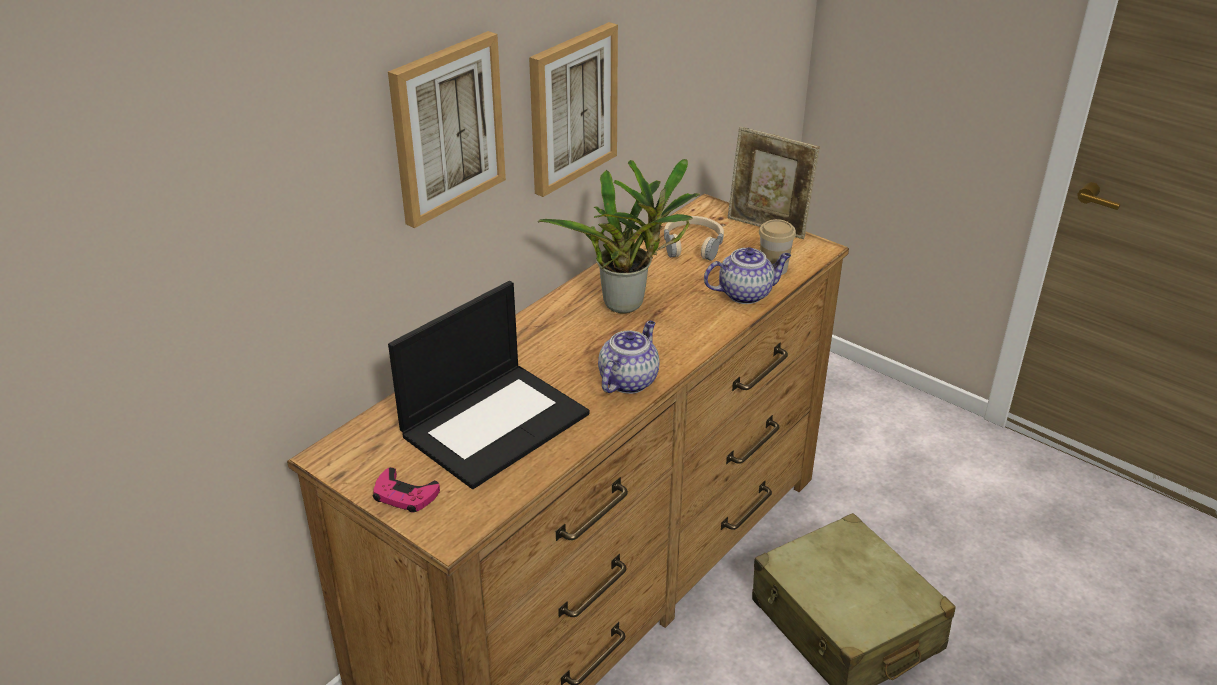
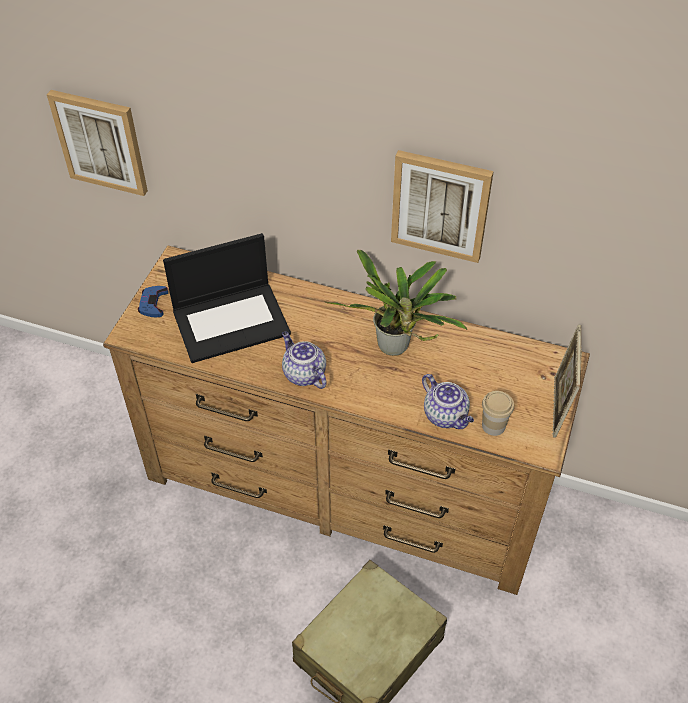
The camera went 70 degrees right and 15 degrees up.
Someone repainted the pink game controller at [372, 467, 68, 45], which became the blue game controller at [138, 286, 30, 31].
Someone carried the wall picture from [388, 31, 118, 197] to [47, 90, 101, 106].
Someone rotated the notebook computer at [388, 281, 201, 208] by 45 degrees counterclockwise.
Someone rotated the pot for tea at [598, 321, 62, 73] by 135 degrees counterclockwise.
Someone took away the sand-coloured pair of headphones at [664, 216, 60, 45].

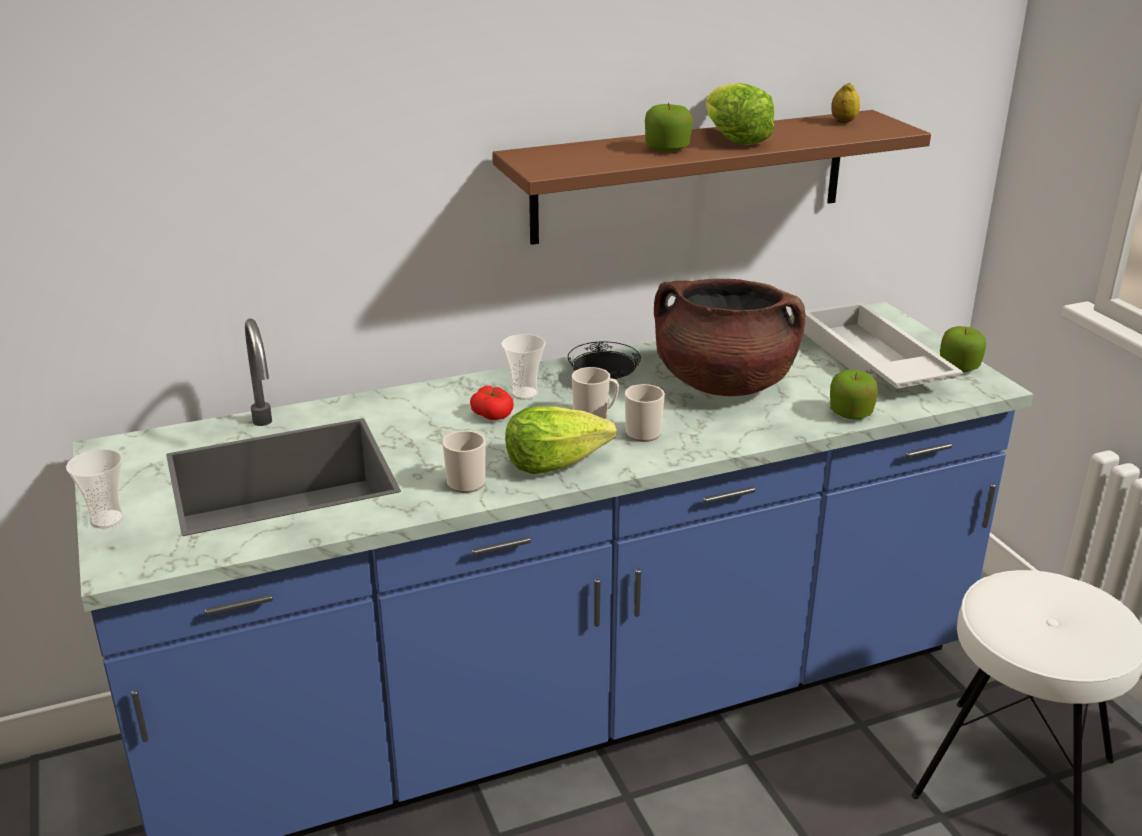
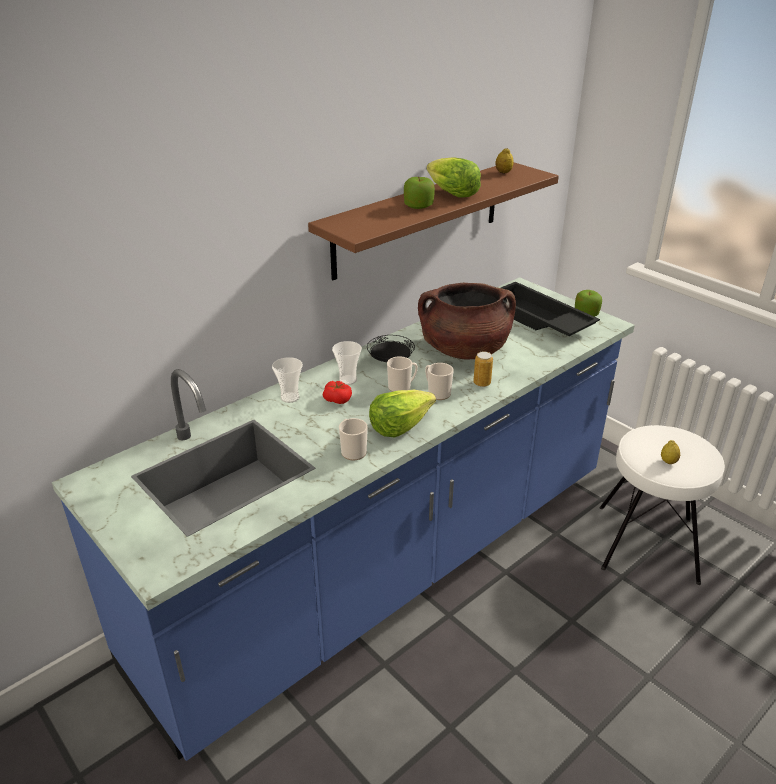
The camera went 20 degrees left and 5 degrees up.
Someone carried the cup from [66, 449, 58, 79] to [272, 357, 31, 46].
Someone repainted the white-coloured carrying tray at [804, 302, 159, 87], which became the black-coloured carrying tray at [501, 282, 99, 54].
Someone took away the whole apple at [830, 369, 48, 51].
Someone put down the can at [473, 351, 20, 36].
Someone put down the lemon at [661, 440, 19, 24].

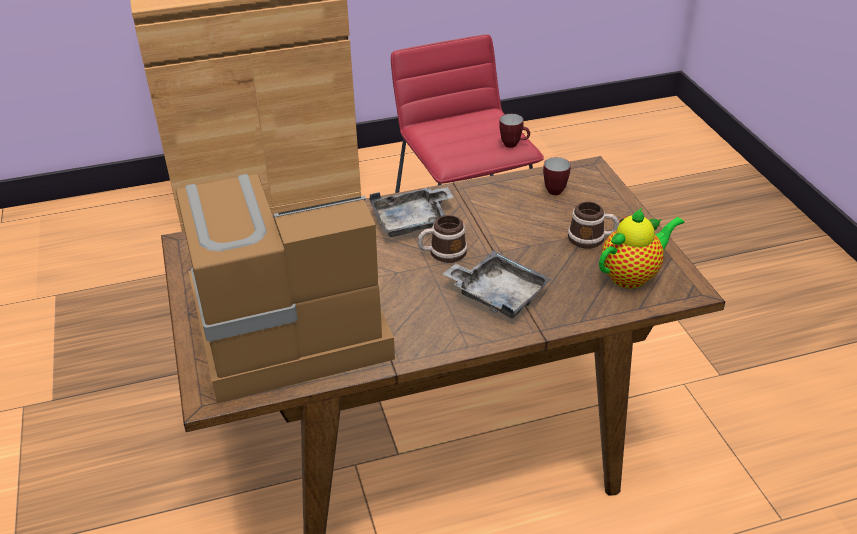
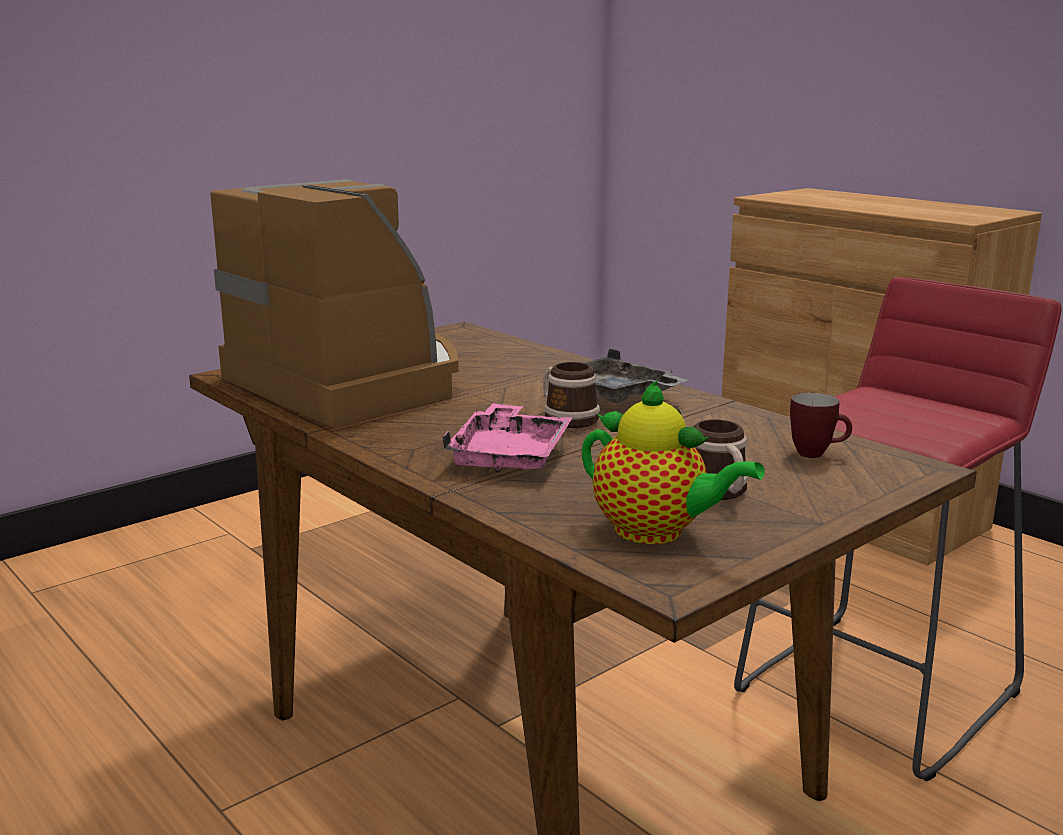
The camera went 65 degrees right and 20 degrees down.
Someone repainted the grey carrying tray at [443, 251, 108, 67], which became the pink carrying tray at [442, 403, 130, 70].
Someone took away the coffee mug at [499, 114, 31, 34].

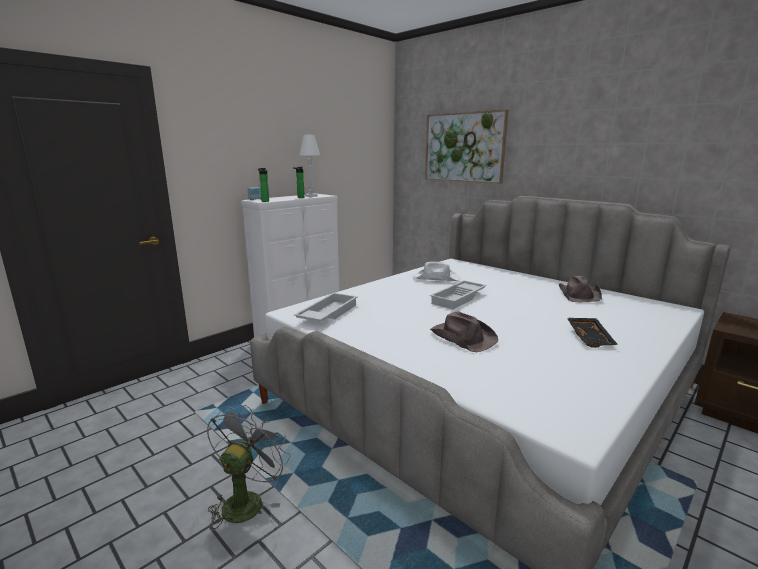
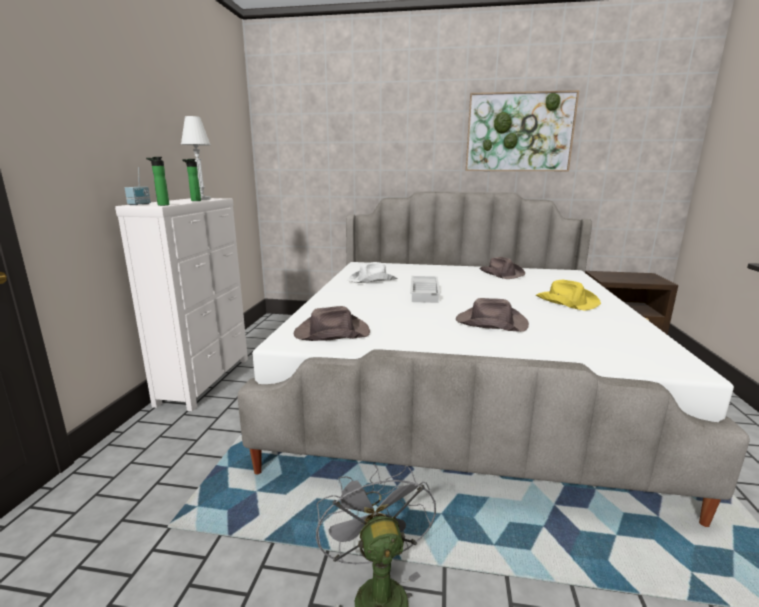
The camera went 35 degrees left and 0 degrees up.
Someone swapped the white-coloured carrying tray at [294, 293, 64, 29] for the brown wearable hat at [294, 306, 76, 35].
Someone carried the wall picture from [425, 110, 84, 74] to [466, 90, 113, 81].
Someone swapped the black-coloured carrying tray at [567, 318, 51, 30] for the yellow wearable hat at [536, 280, 65, 31].

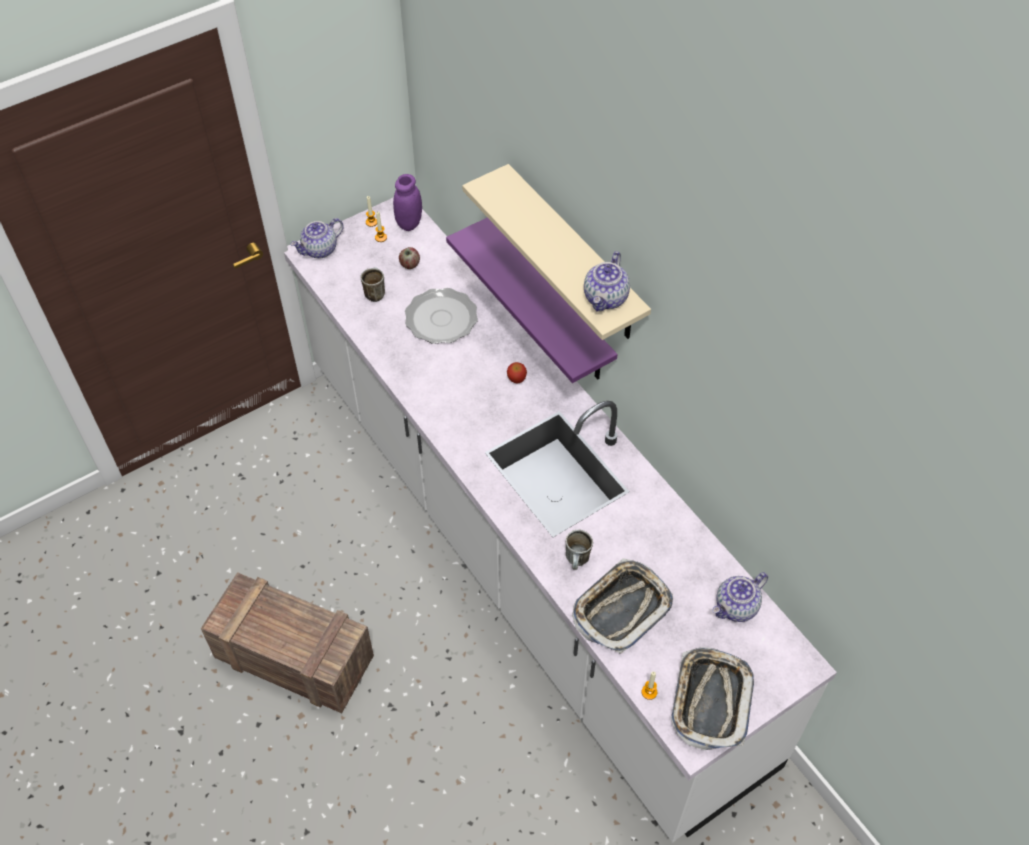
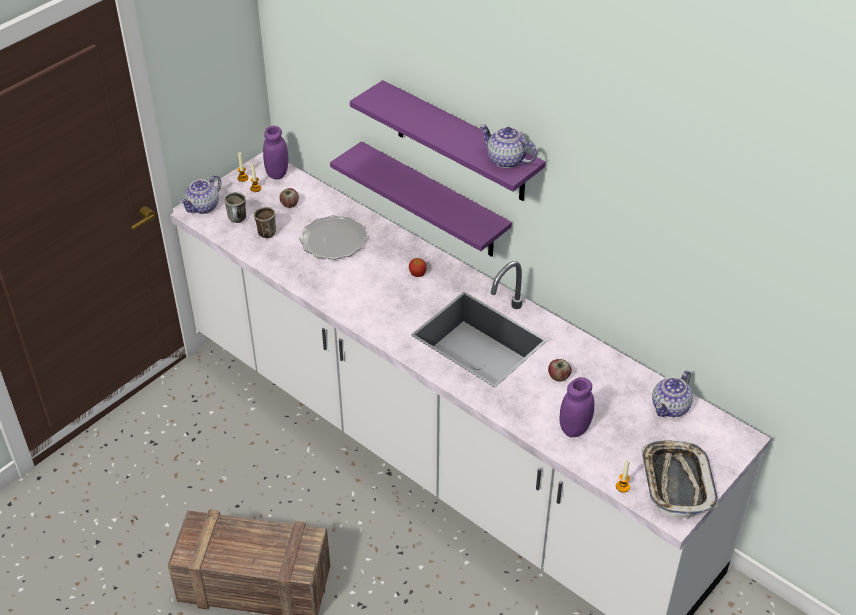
The camera went 15 degrees left and 10 degrees down.
Someone repainted the sand-coloured shelf at [462, 164, 189, 176], which became the purplish shelf at [350, 80, 196, 121].
Someone carried the coffee mug from [566, 530, 27, 40] to [224, 192, 22, 31].
Someone swapped the carrying tray at [572, 558, 101, 96] for the purplish preserve jar at [559, 377, 35, 60].
Someone rotated the pot for tea at [584, 251, 46, 60] by 120 degrees clockwise.
Someone put down the whole apple at [548, 359, 24, 22].

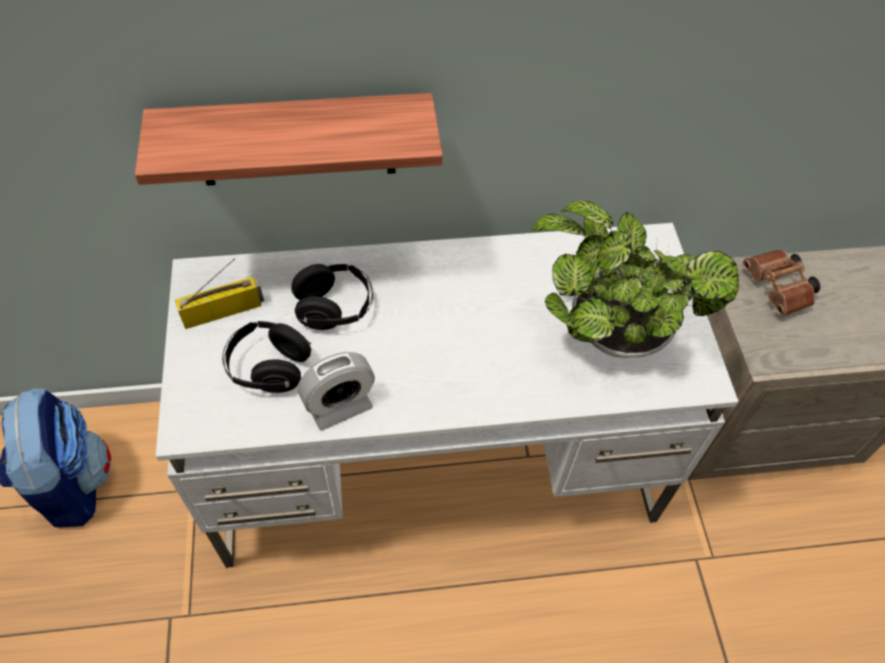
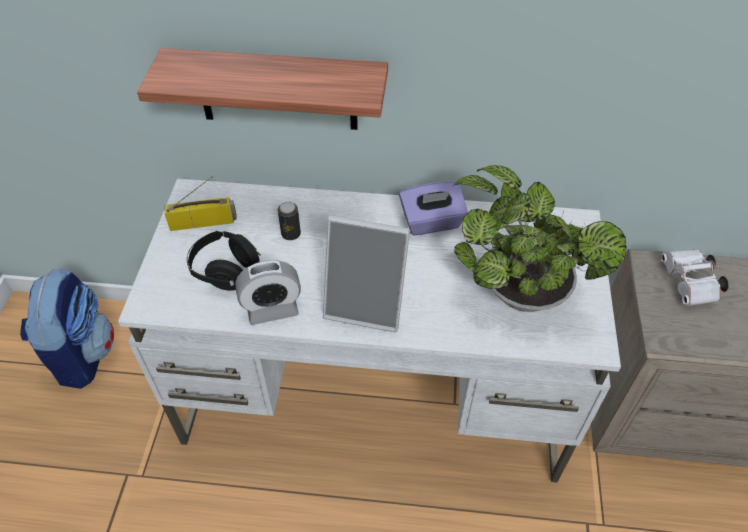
The camera went 15 degrees right and 5 degrees down.
Someone swapped the black-coloured pair of headphones at [291, 264, 82, 66] for the can at [278, 202, 23, 38].
Someone repainted the brown pair of binoculars at [742, 250, 78, 66], which became the white-coloured pair of binoculars at [660, 249, 69, 57].
Someone put down the picture frame at [323, 215, 87, 118].
Someone put down the purplish tissue box at [399, 182, 69, 53].

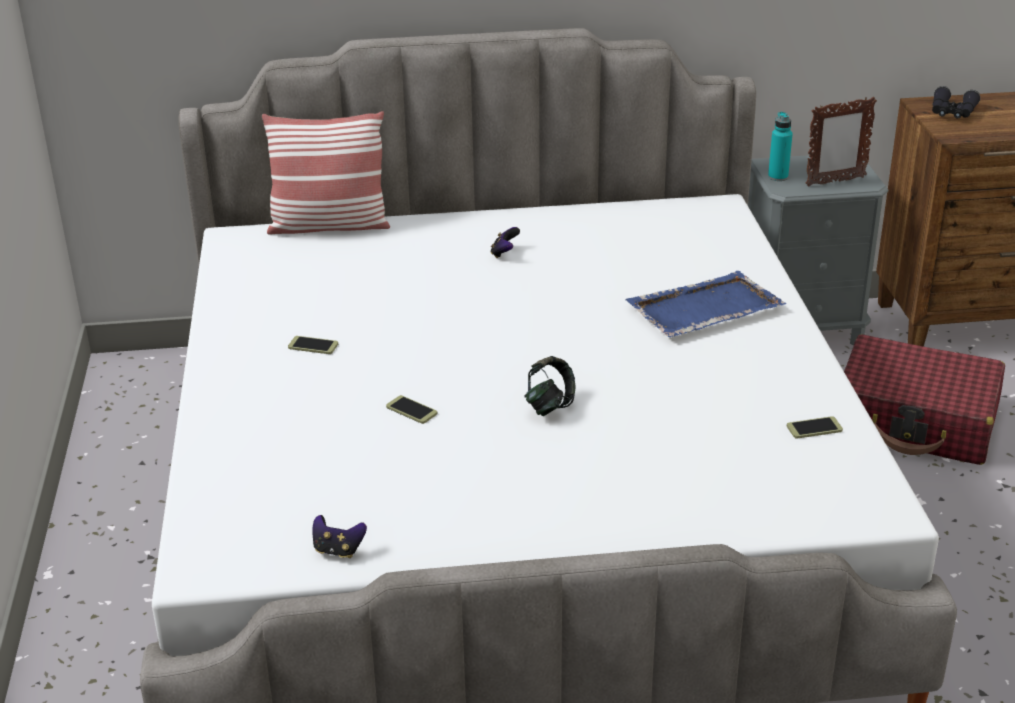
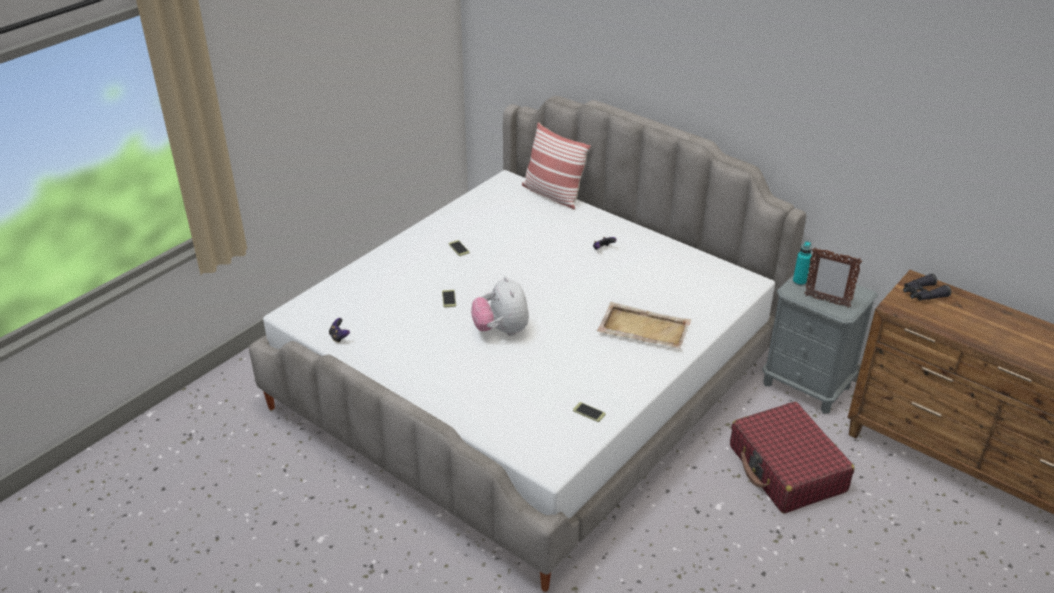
The camera went 45 degrees right and 5 degrees up.
Someone swapped the pair of headphones at [524, 356, 52, 60] for the plush toy at [471, 276, 58, 60].
Someone repainted the blue carrying tray at [625, 271, 161, 66], which became the sand-coloured carrying tray at [597, 302, 95, 47].

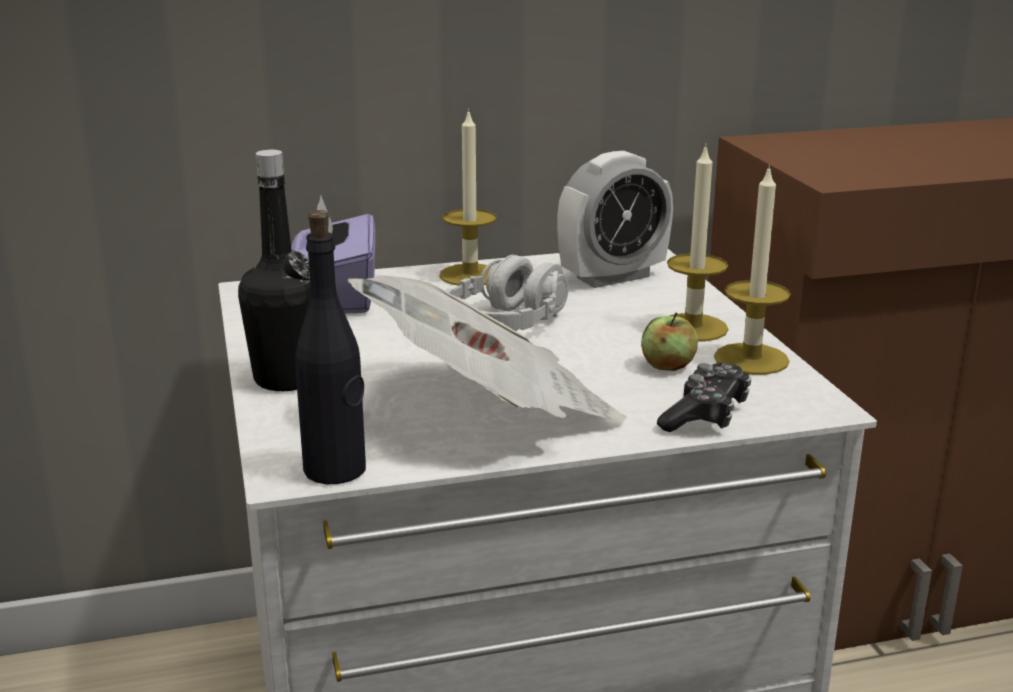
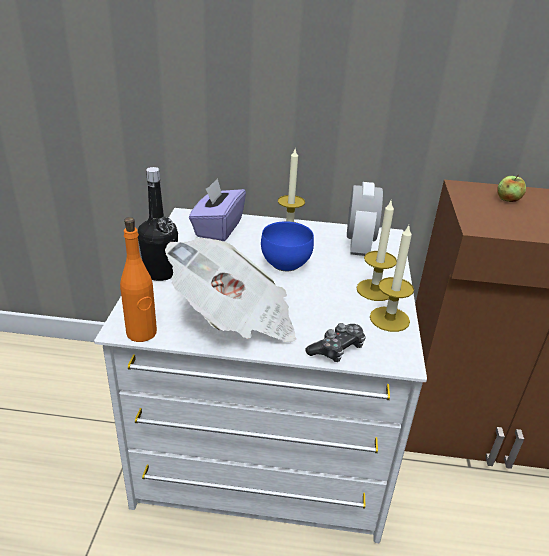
The camera went 20 degrees right and 10 degrees up.
Someone repainted the black-coloured beverage bottle at [295, 210, 71, 275], which became the orange beverage bottle at [120, 217, 37, 125].
Someone swapped the grey pair of headphones at [445, 255, 124, 76] for the blue serving bowl at [261, 221, 53, 50].
Someone rotated the alarm clock at [557, 151, 116, 137] by 75 degrees counterclockwise.
Someone carried the whole apple from [641, 312, 57, 59] to [497, 175, 29, 27].

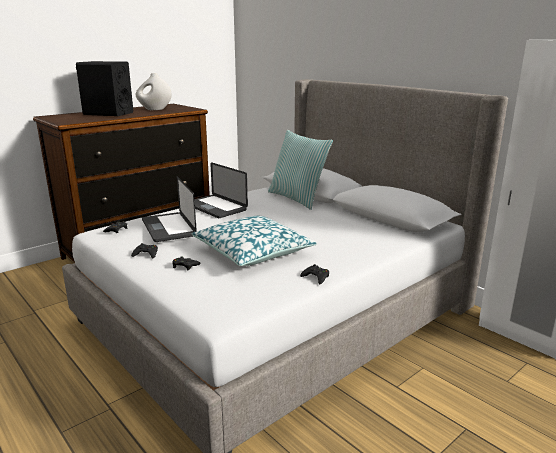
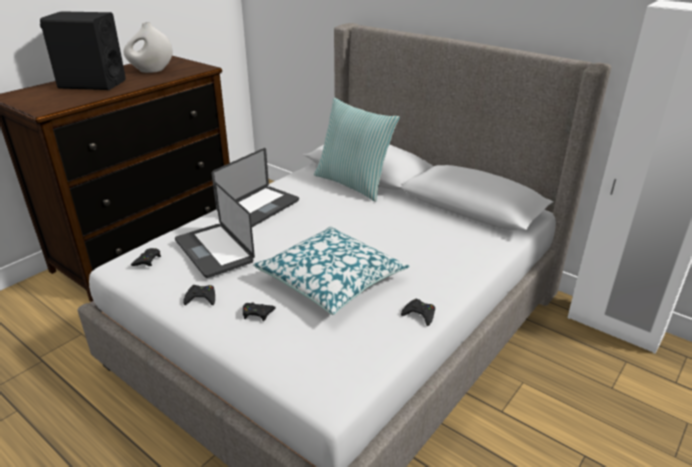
The camera went 10 degrees left and 10 degrees up.
Someone rotated the notebook computer at [195, 162, 53, 56] by 90 degrees counterclockwise.

